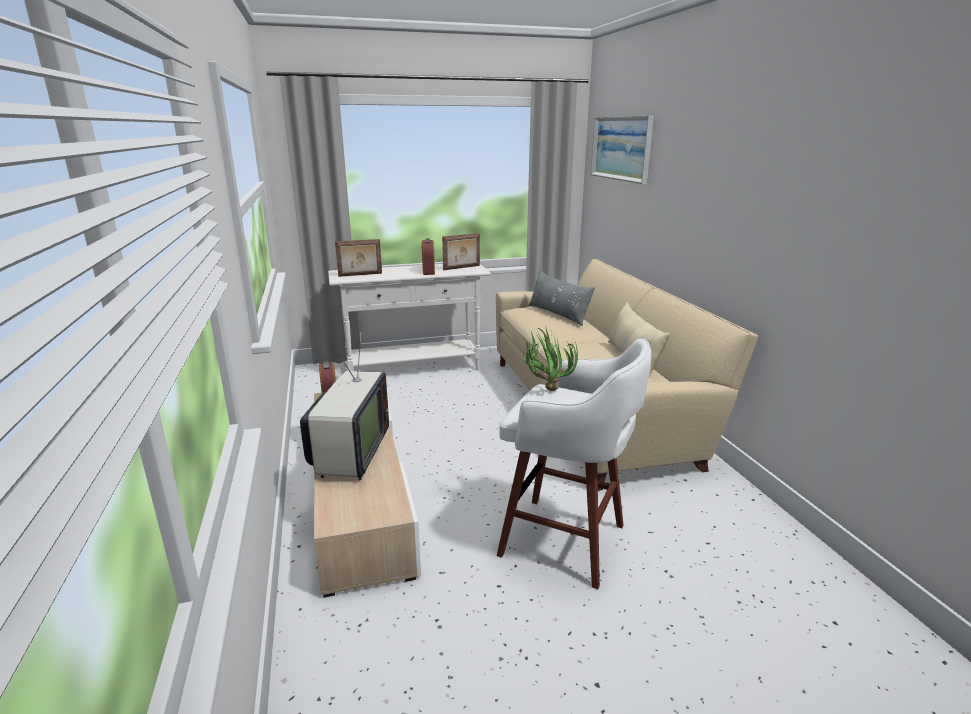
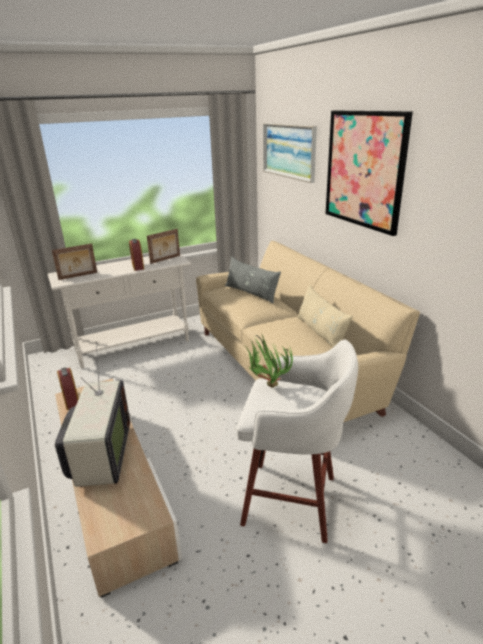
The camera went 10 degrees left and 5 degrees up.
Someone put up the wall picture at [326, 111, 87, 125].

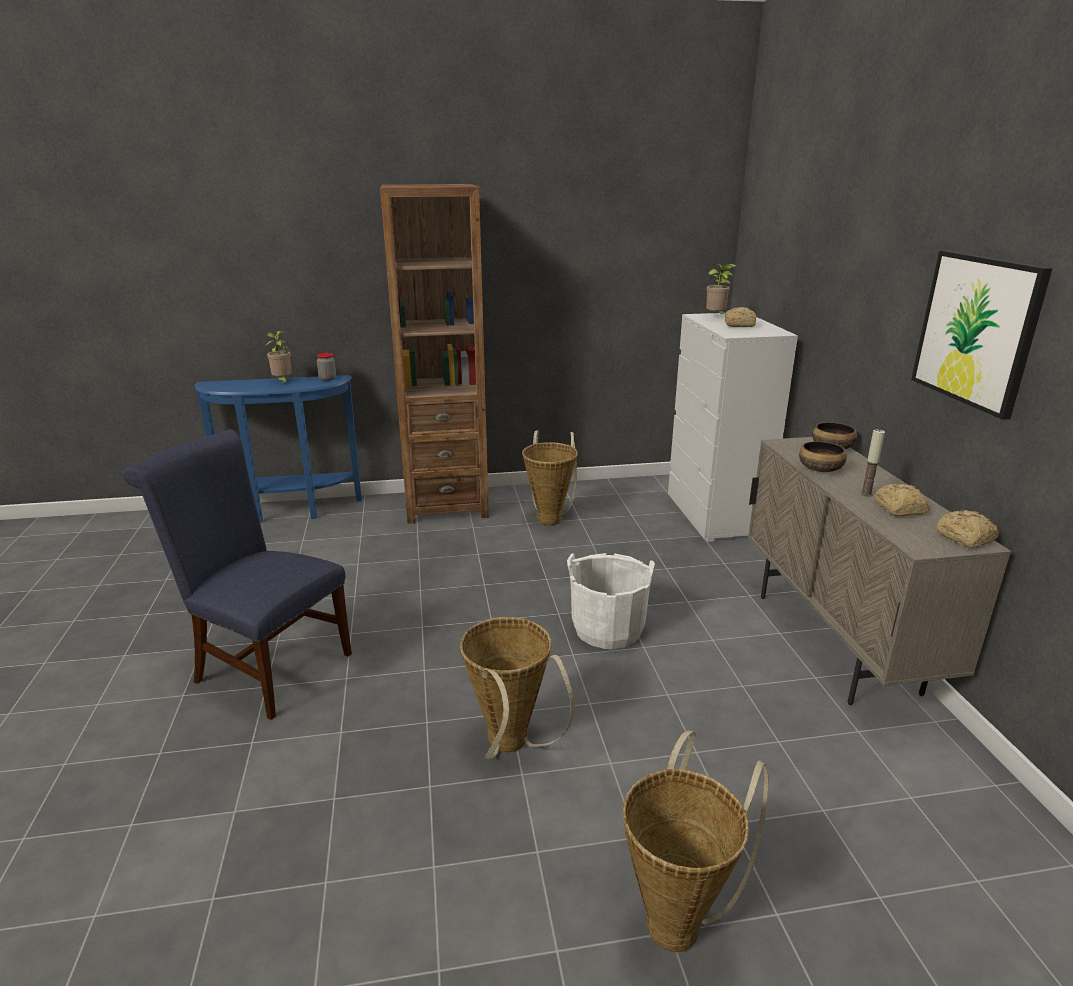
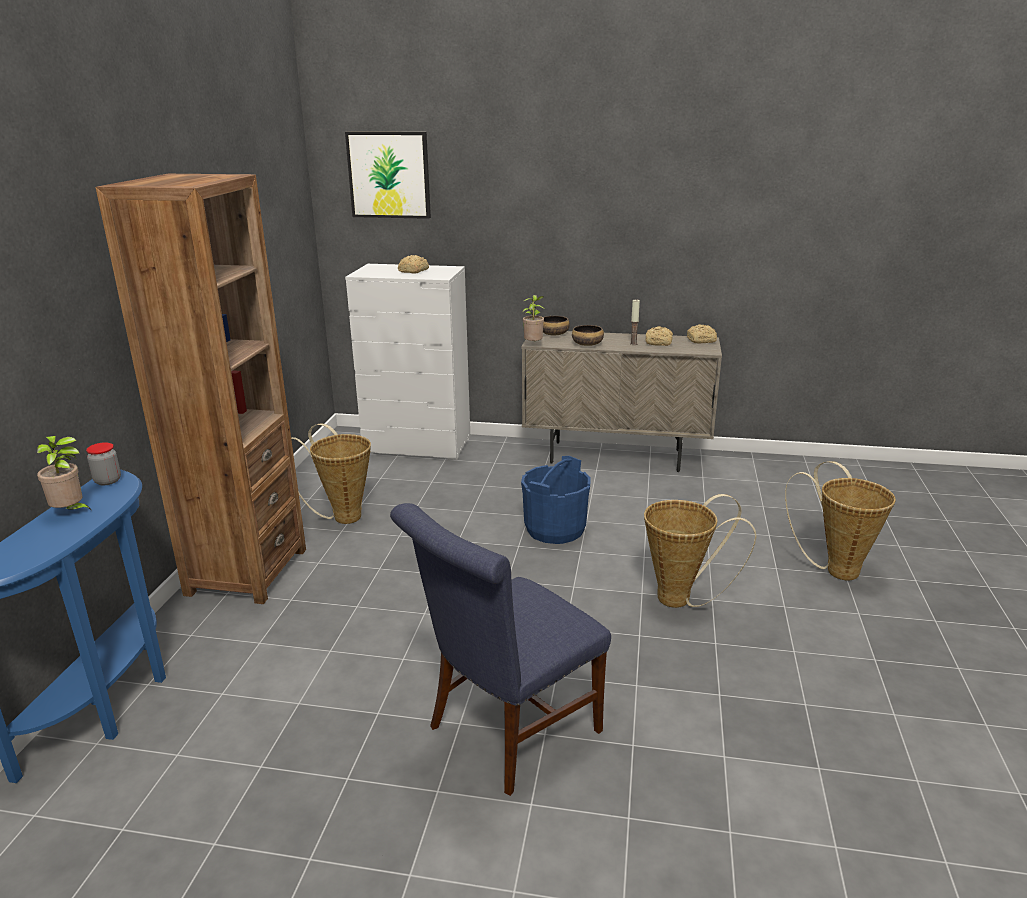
The camera went 70 degrees left and 0 degrees up.
Someone repainted the white-coloured water bucket at [567, 553, 88, 96], which became the blue water bucket at [521, 456, 70, 88].
Someone carried the potted plant from [706, 264, 30, 50] to [522, 295, 23, 46].
Someone carried the wall picture from [911, 250, 142, 170] to [345, 132, 86, 87].

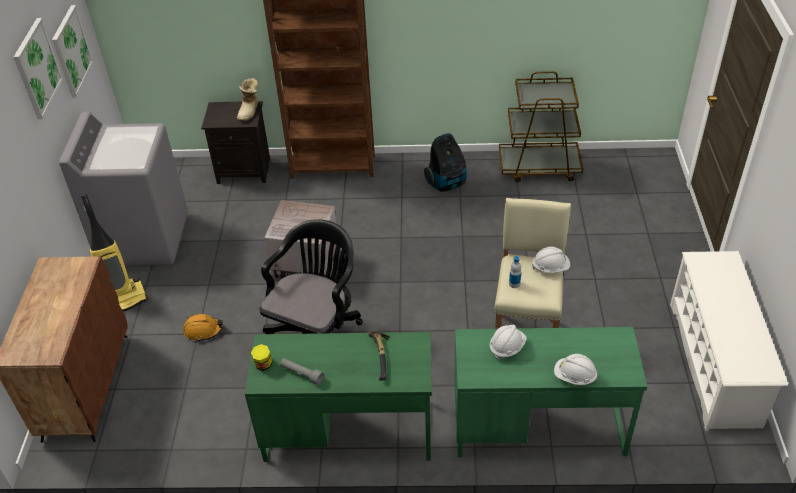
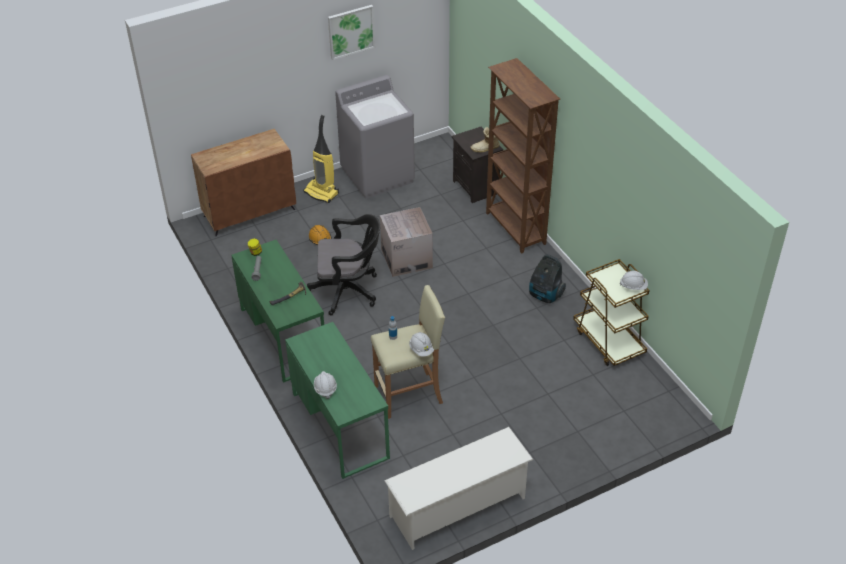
The camera went 60 degrees right and 0 degrees up.
Someone took away the wall picture at [52, 5, 42, 92].
Someone carried the white-coloured safety helmet from [490, 325, 37, 35] to [620, 271, 28, 19].

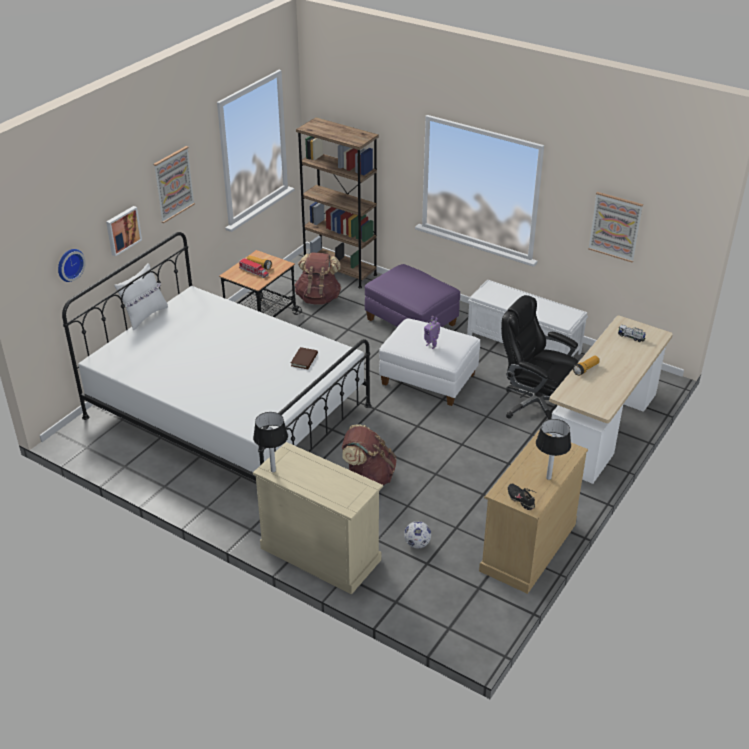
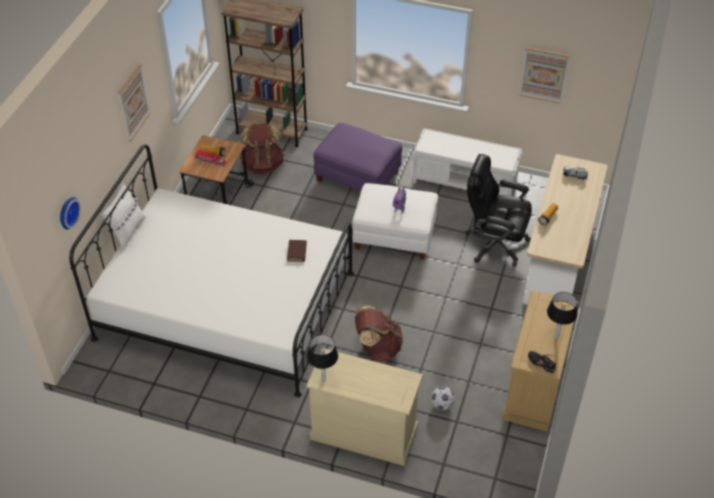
The camera went 15 degrees left and 10 degrees up.
Someone took away the wall picture at [106, 206, 36, 51].

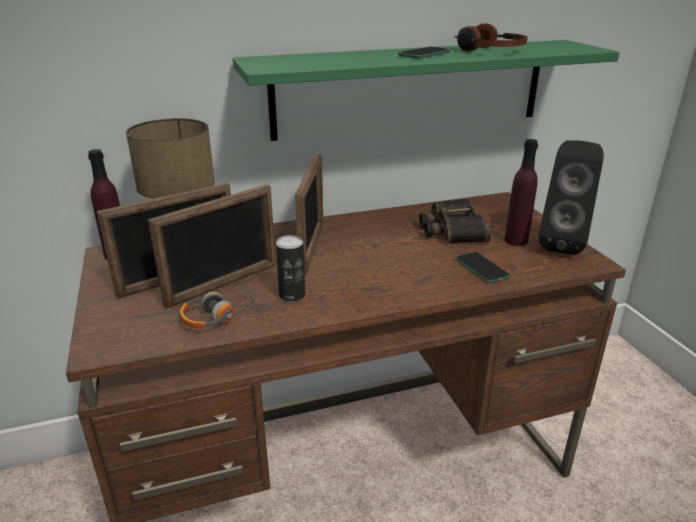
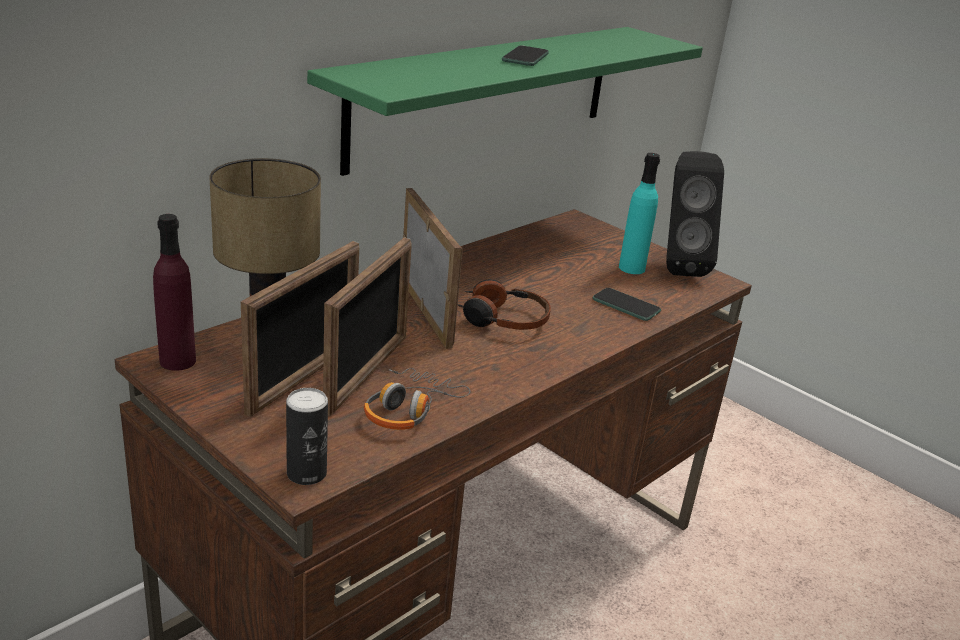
The camera went 30 degrees left and 0 degrees up.
Someone carried the can from [276, 235, 29, 66] to [286, 388, 42, 97].
Someone took away the pair of binoculars at [419, 198, 72, 45].
Someone carried the pair of headphones from [454, 23, 74, 28] to [458, 279, 93, 51].
Someone repainted the purplish beverage bottle at [504, 139, 34, 107], which became the blue-green beverage bottle at [619, 153, 41, 121].

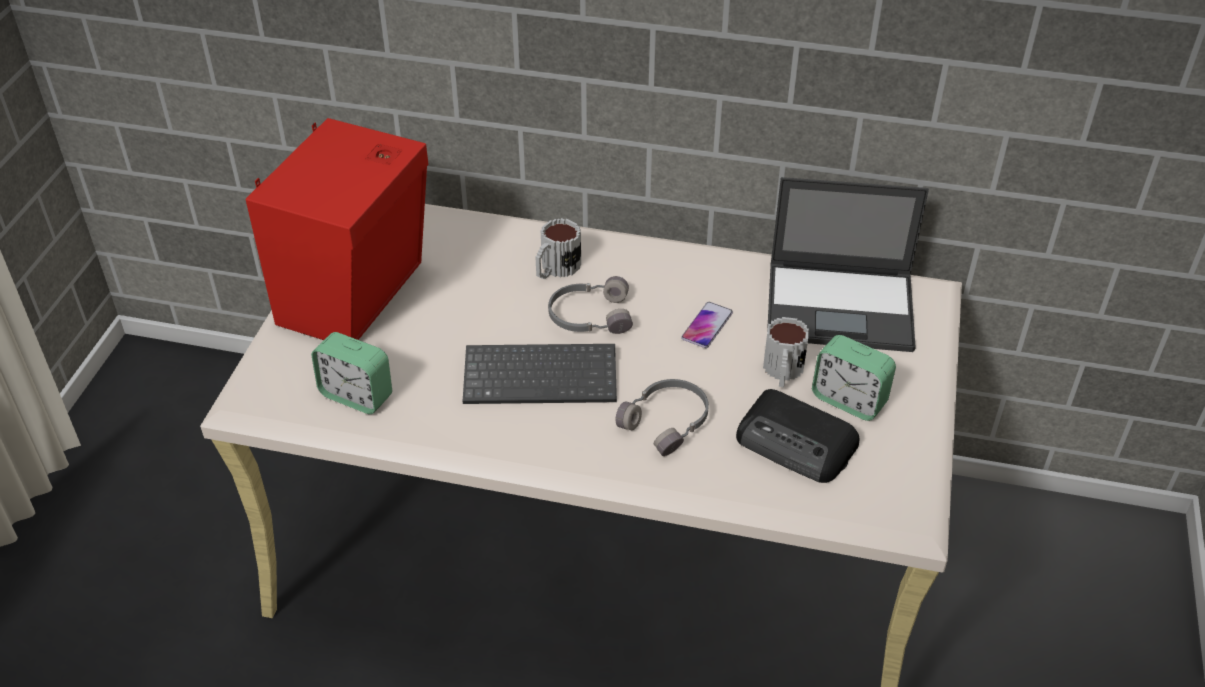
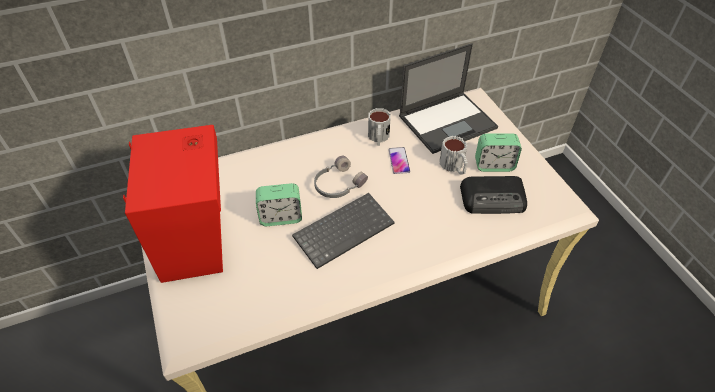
The camera went 35 degrees left and 5 degrees up.
Someone carried the alarm clock from [311, 332, 81, 82] to [256, 183, 46, 43].
Someone carried the coffee mug from [535, 218, 46, 61] to [368, 108, 22, 38].
Someone took away the grey pair of headphones at [615, 379, 94, 77].

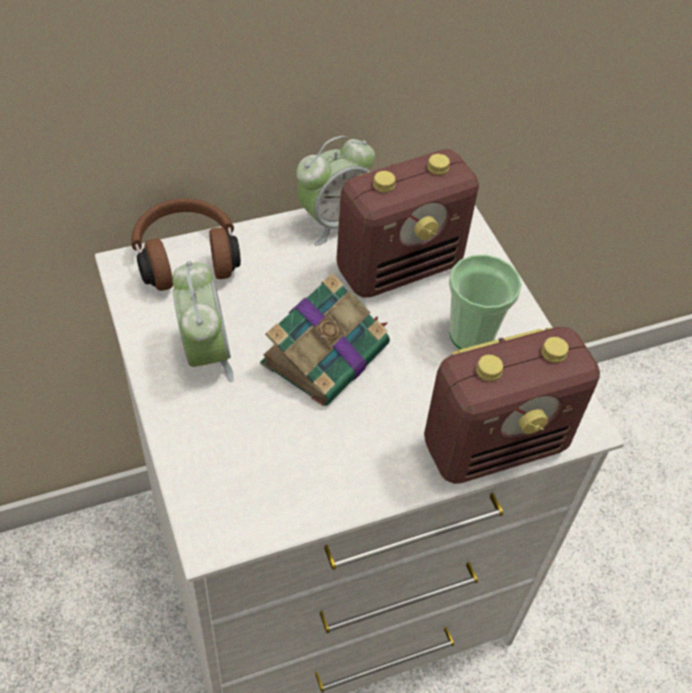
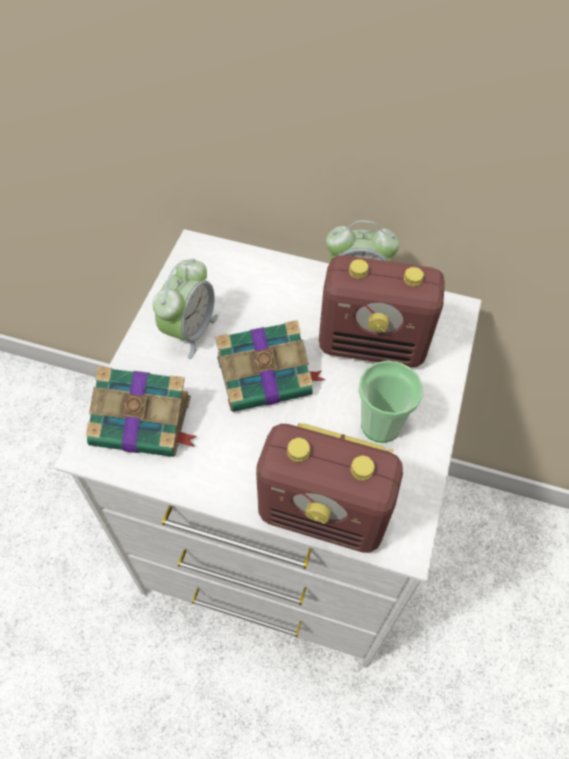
The camera went 40 degrees right and 5 degrees up.
Someone took away the brown pair of headphones at [131, 198, 110, 93].
Someone put down the volume at [86, 366, 111, 91].

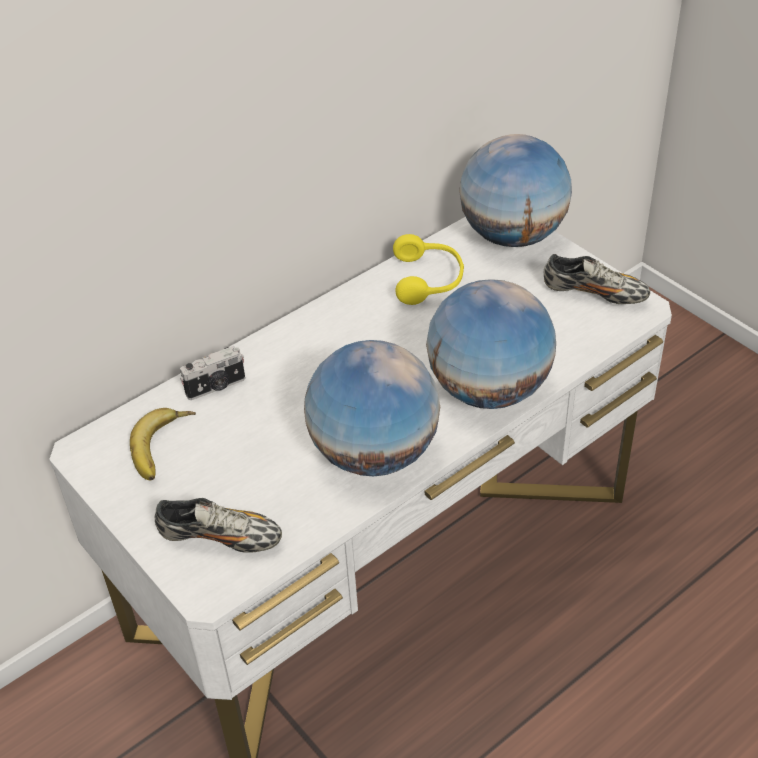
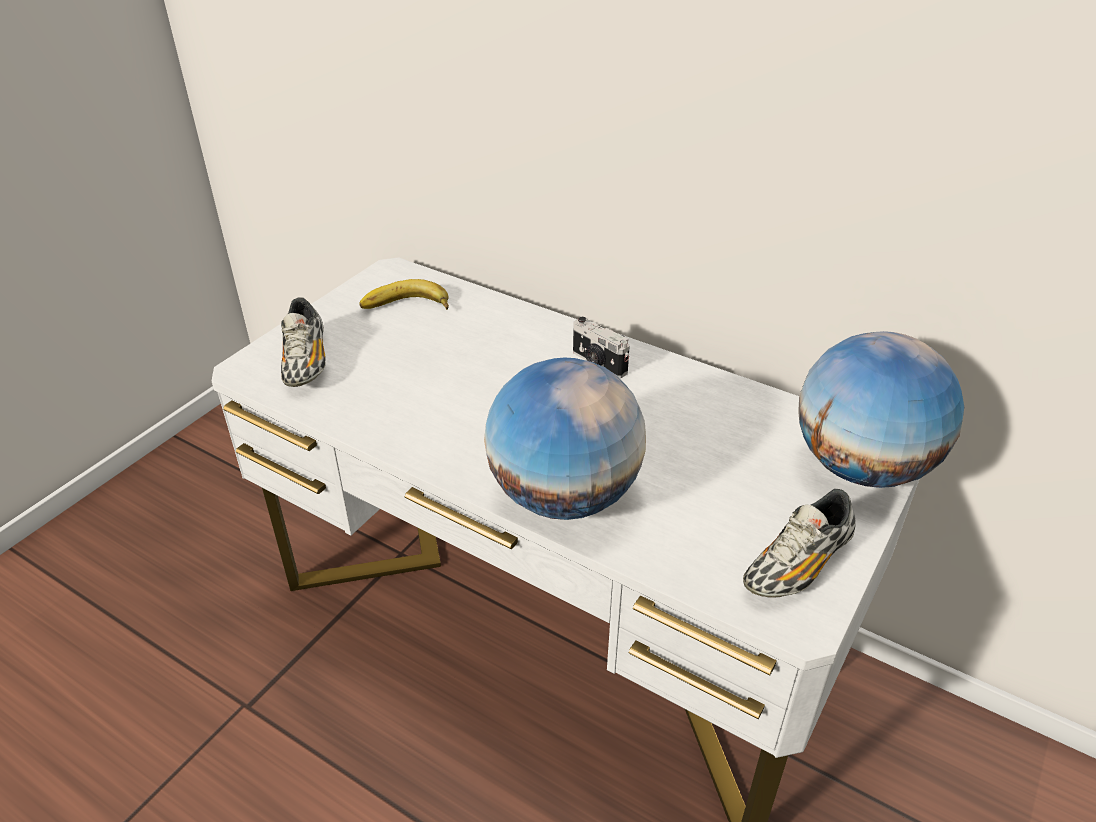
The camera went 70 degrees right and 5 degrees down.
Someone carried the photo camera from [180, 346, 65, 54] to [573, 317, 57, 61].
Someone took away the globe at [304, 340, 136, 136].
Someone took away the yellow pair of headphones at [393, 234, 71, 71].
Someone rotated the shoe at [544, 254, 106, 50] by 45 degrees clockwise.

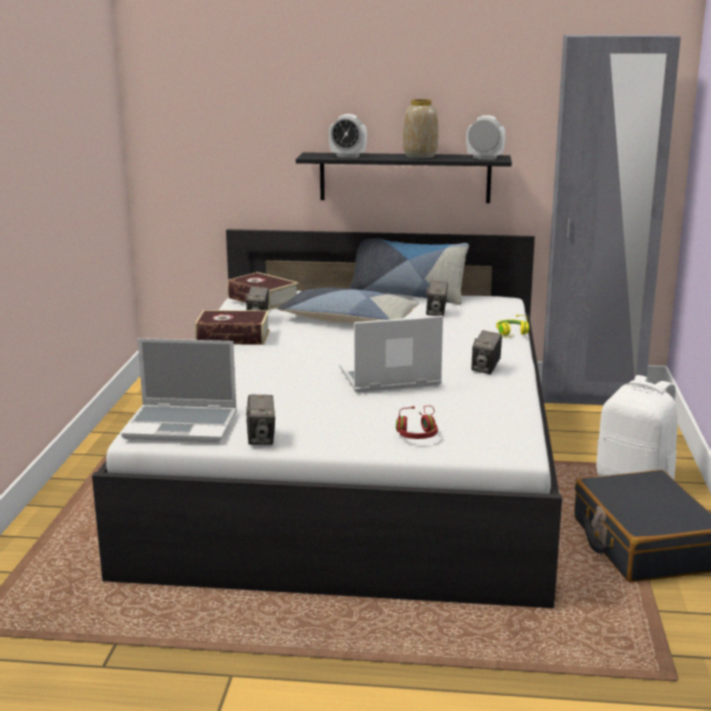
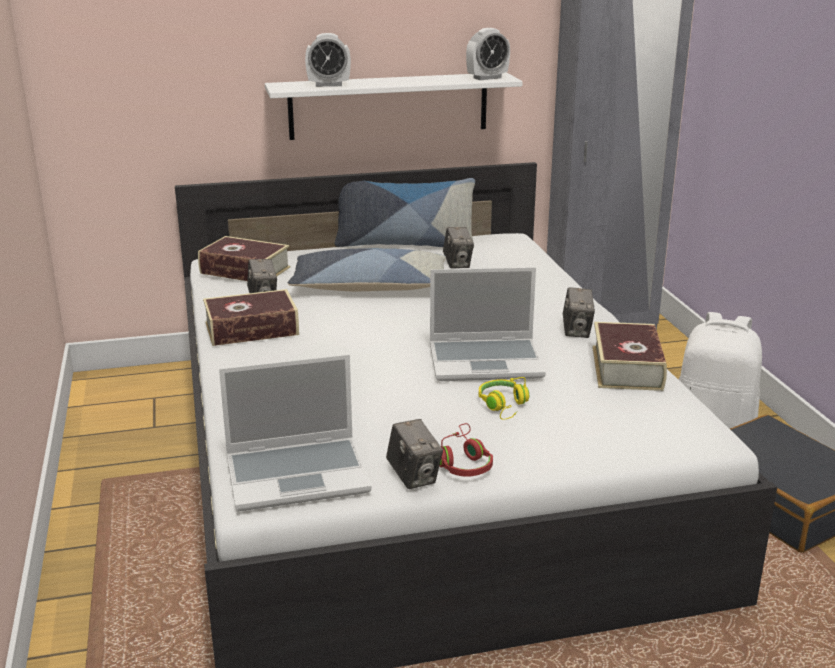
The camera went 20 degrees left and 5 degrees up.
Someone repainted the black-coloured shelf at [296, 152, 216, 51], which became the white-coloured shelf at [265, 72, 258, 68].
Someone rotated the notebook computer at [340, 315, 103, 77] by 150 degrees counterclockwise.
Someone carried the reddish pair of headphones from [396, 406, 42, 33] to [439, 423, 54, 54].
Someone took away the vase at [403, 99, 35, 59].
Someone rotated the alarm clock at [466, 115, 40, 45] by 150 degrees clockwise.
Someone carried the yellow pair of headphones from [496, 315, 33, 23] to [479, 377, 50, 43].
Someone put down the volume at [592, 322, 75, 69].

